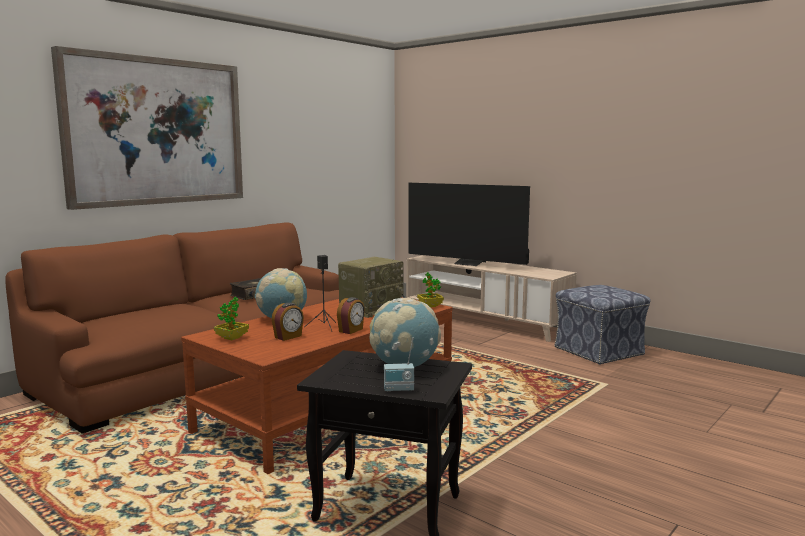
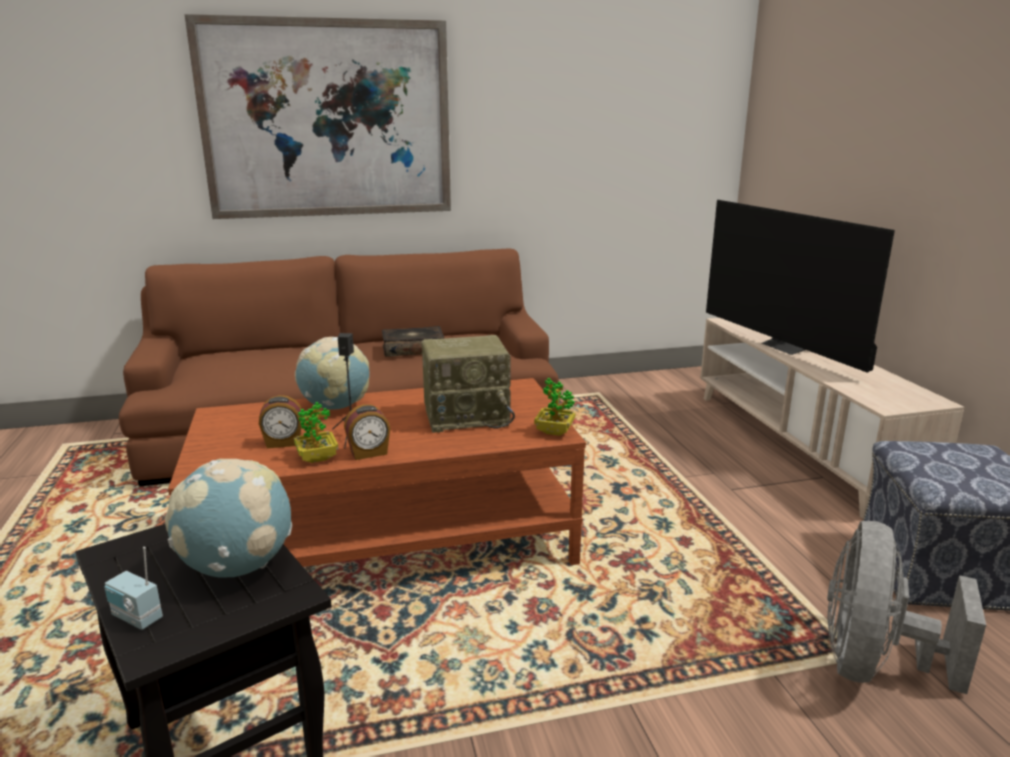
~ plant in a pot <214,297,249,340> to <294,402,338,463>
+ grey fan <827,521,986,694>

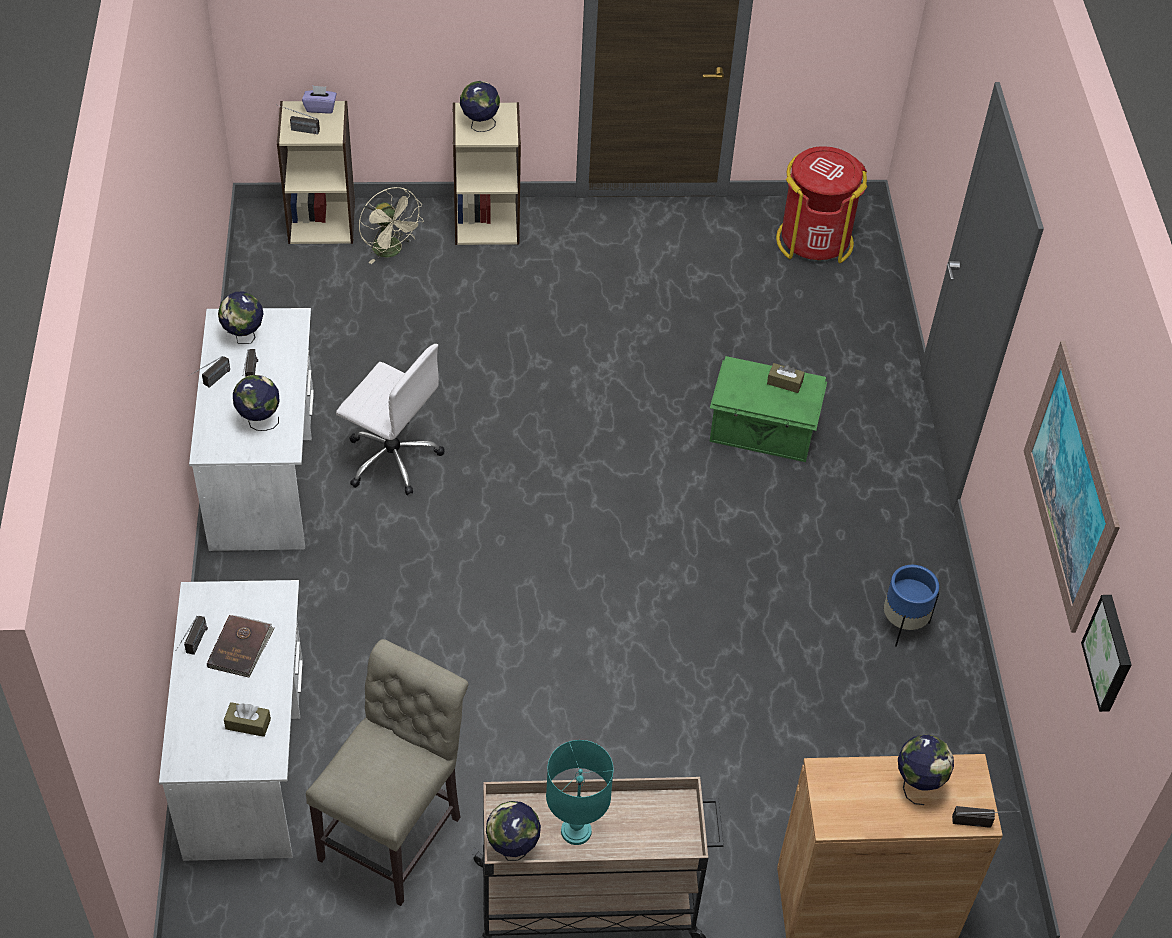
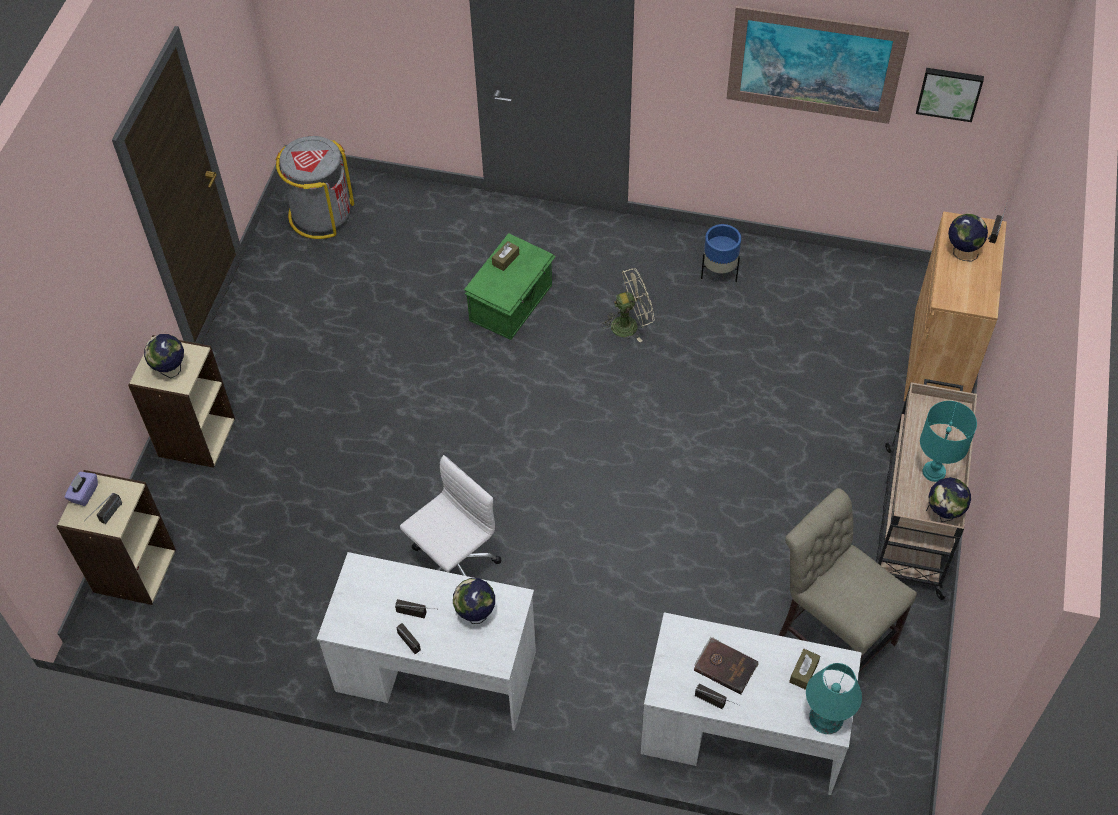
~ reddish rubbish bin <776,146,867,263> to grey rubbish bin <276,136,354,239>
~ beige-coloured fan <359,187,424,264> to <602,268,655,343>
- desk globe <218,292,263,344>
+ turquoise tabletop lamp <806,663,862,734>

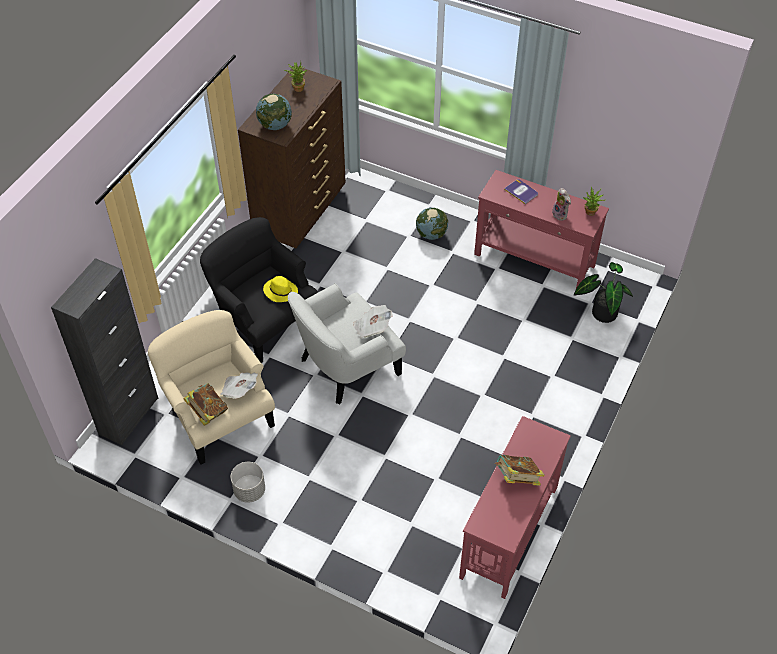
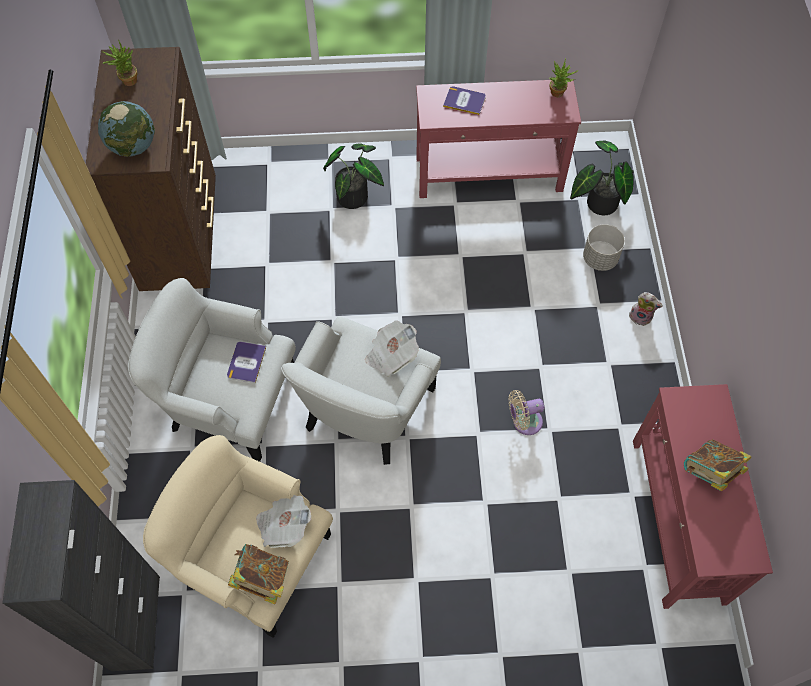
~ soft toy <552,188,571,221> to <629,292,663,326>
~ desk globe <416,208,448,240> to plant in a pot <323,143,384,209>
~ black easy chair <200,217,318,363> to white easy chair <128,278,296,462>
~ yellowish hat <263,276,298,302> to book <227,341,266,383>
~ grey plant pot <231,462,265,503> to <583,224,625,271>
+ beige-coloured fan <508,390,545,435>

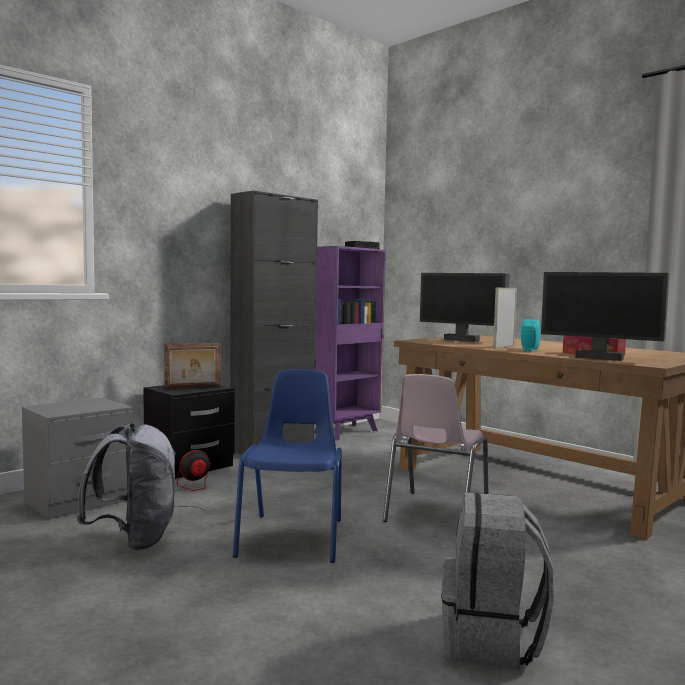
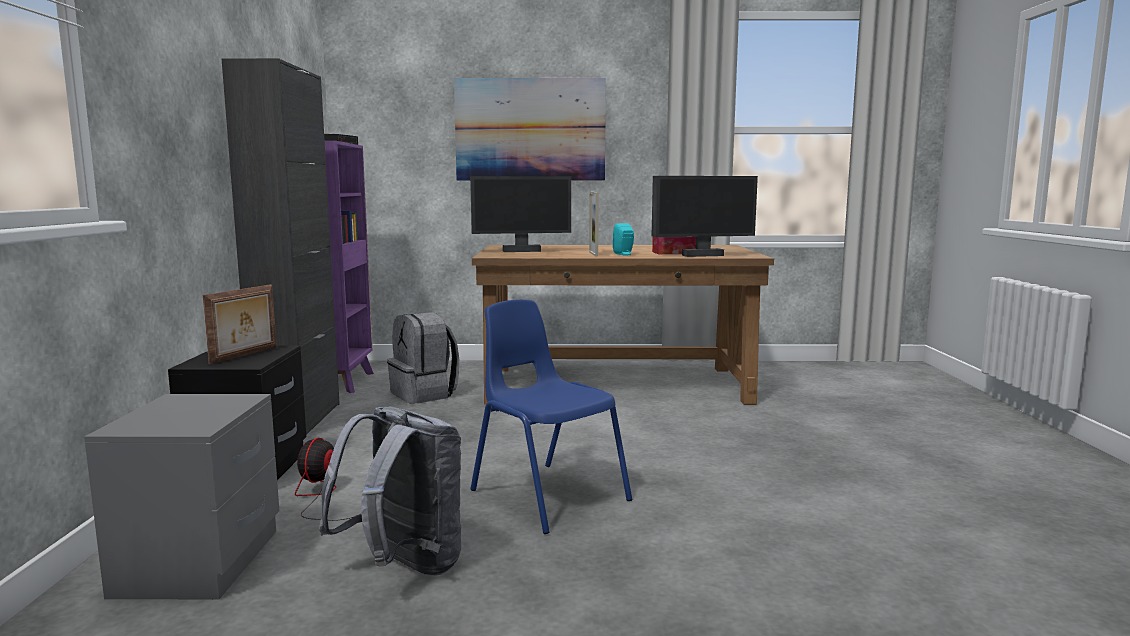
- pink-coloured upright chair <383,374,488,522>
~ grey rucksack <441,492,554,669> to <387,312,459,404>
+ wall picture <454,78,606,181>

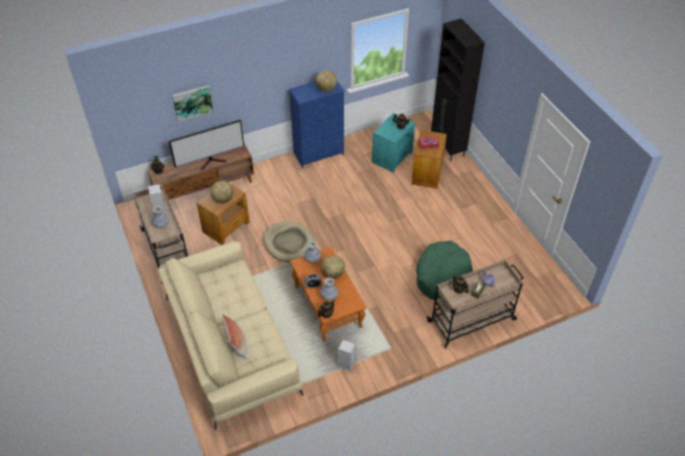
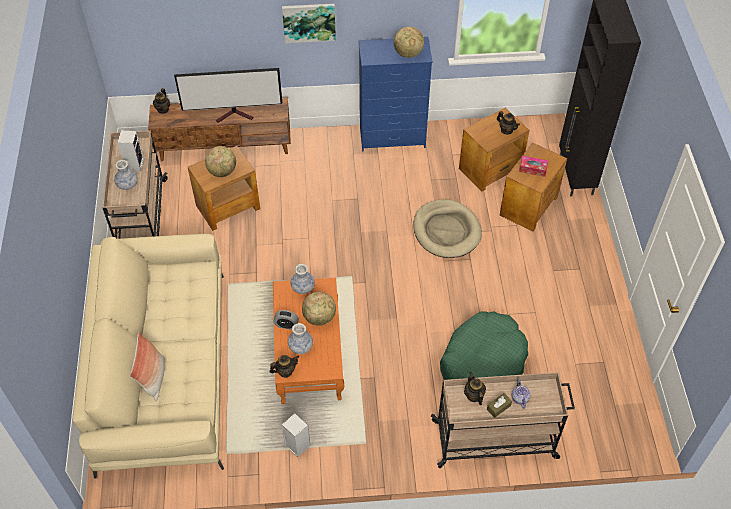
~ wall picture <172,85,213,122> to <282,4,336,43>
~ turquoise side table <372,113,415,173> to brown-coloured side table <459,108,529,192>
~ beige-coloured pet bed <263,221,315,262> to <413,200,482,258>

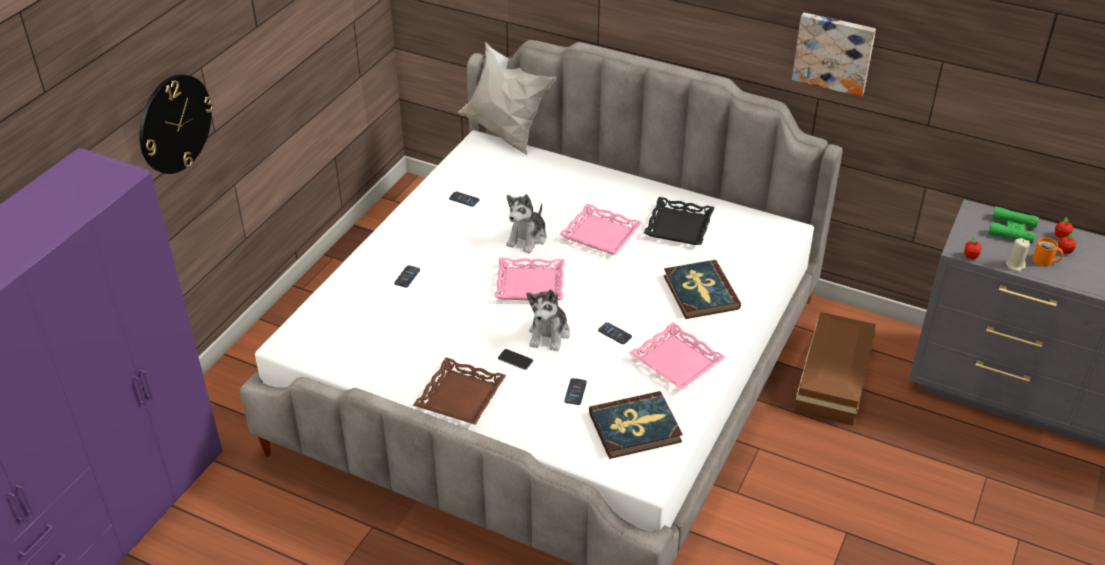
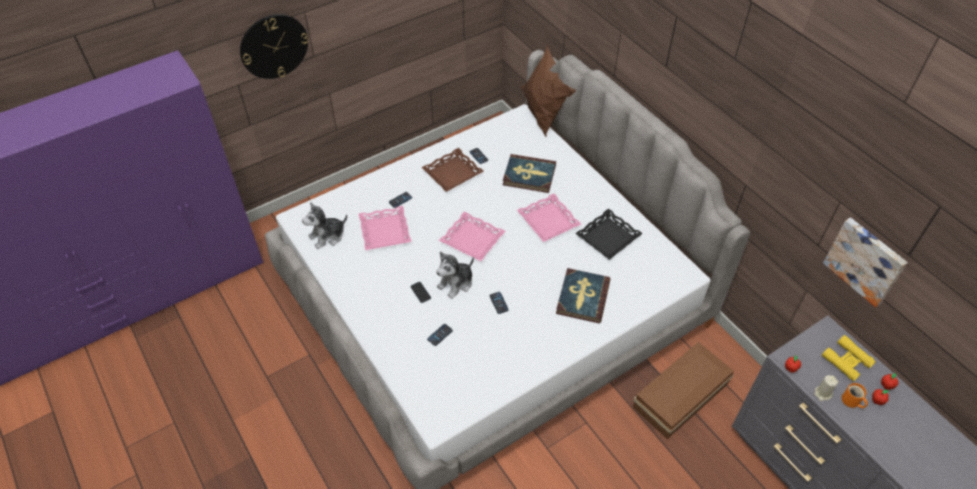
~ wall picture <792,12,876,97> to <823,217,908,307>
~ white cushion <458,41,557,155> to brown-coloured cushion <521,44,576,137>
~ soft toy <506,194,547,253> to <302,202,347,249>
~ green-coloured field glasses <988,207,1039,244> to yellowish field glasses <822,335,876,381>
~ pink-coloured tray <629,322,726,390> to <359,206,411,250>
~ brown-coloured tray <413,358,506,425> to <421,148,484,192>
~ book <589,391,683,459> to <503,154,556,193>

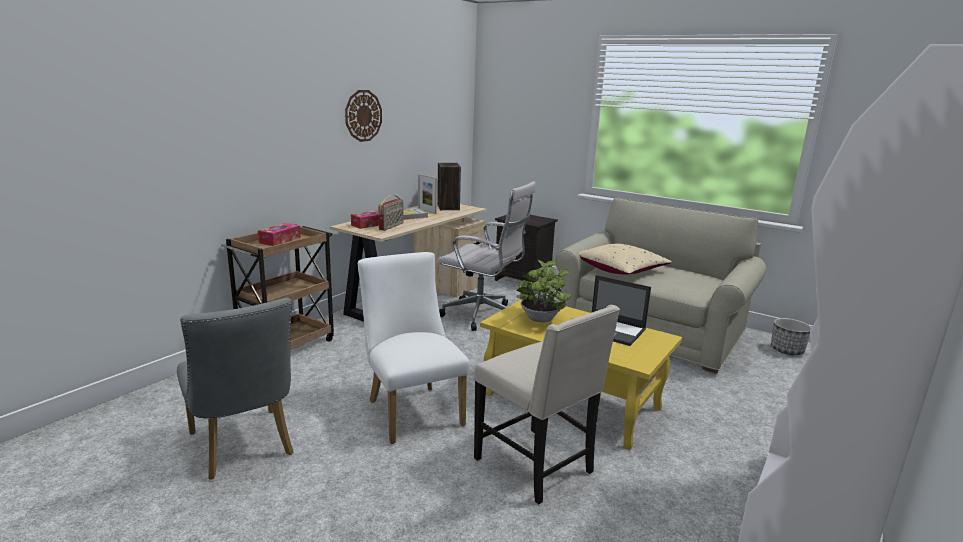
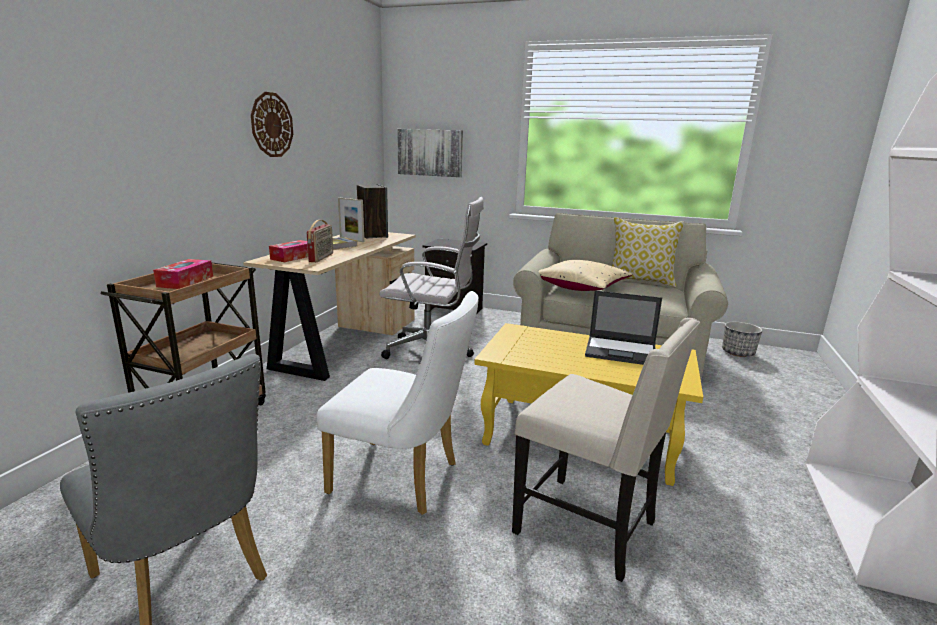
~ white upright chair <358,252,470,444> = <317,291,478,515> 150 degrees clockwise
- plant in a pot <516,259,571,322>
+ wall picture <397,129,463,177>
+ cushion <612,217,684,287>

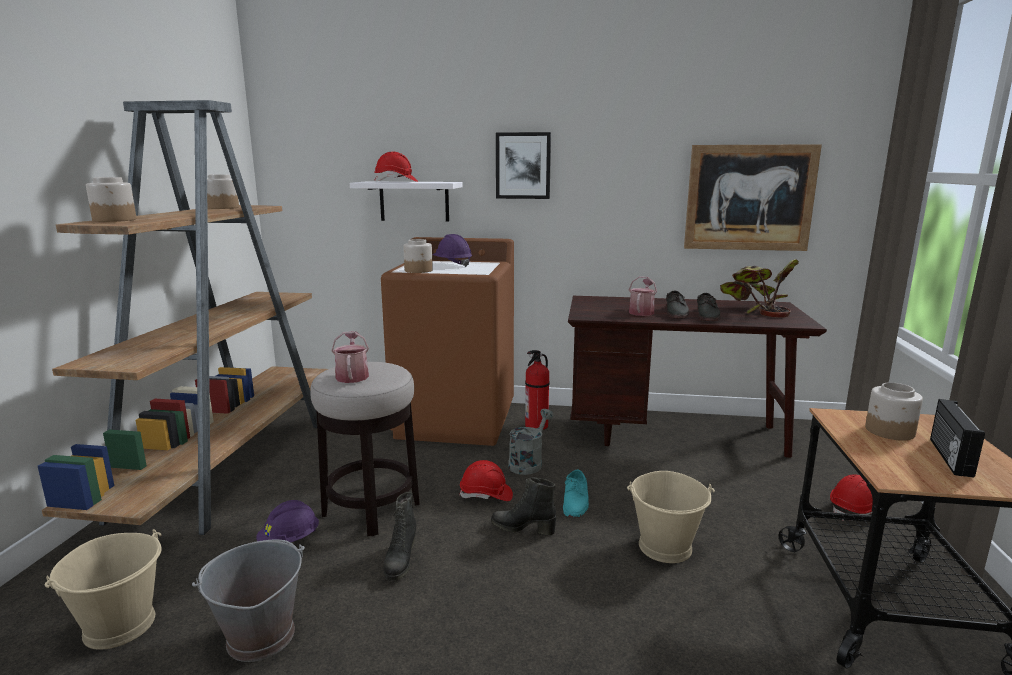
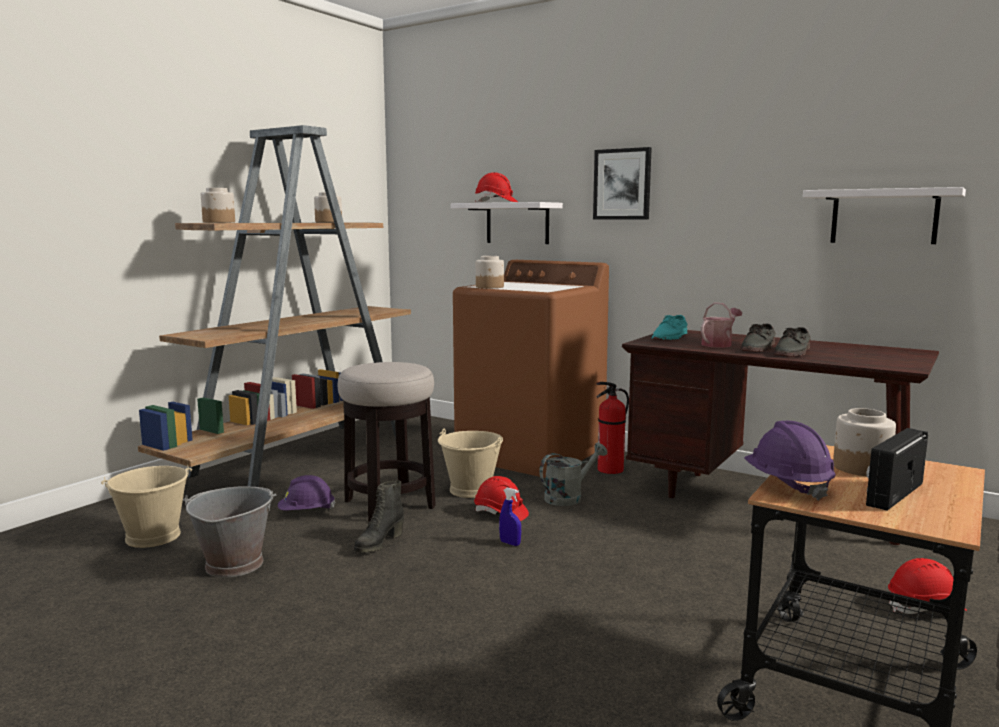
~ wall picture <684,144,822,251> to white bracket shelf <803,187,966,244>
~ purplish hard hat <433,234,472,267> to <744,421,836,501>
- plant in a pot <720,259,799,318>
- watering pot <332,331,369,383>
~ turquoise shoe <563,470,589,517> to <652,315,687,340>
~ beige-coloured bucket <627,471,715,563> to <438,429,503,498>
~ black high-top boot <491,477,556,536> to blue sprayer <499,487,521,546>

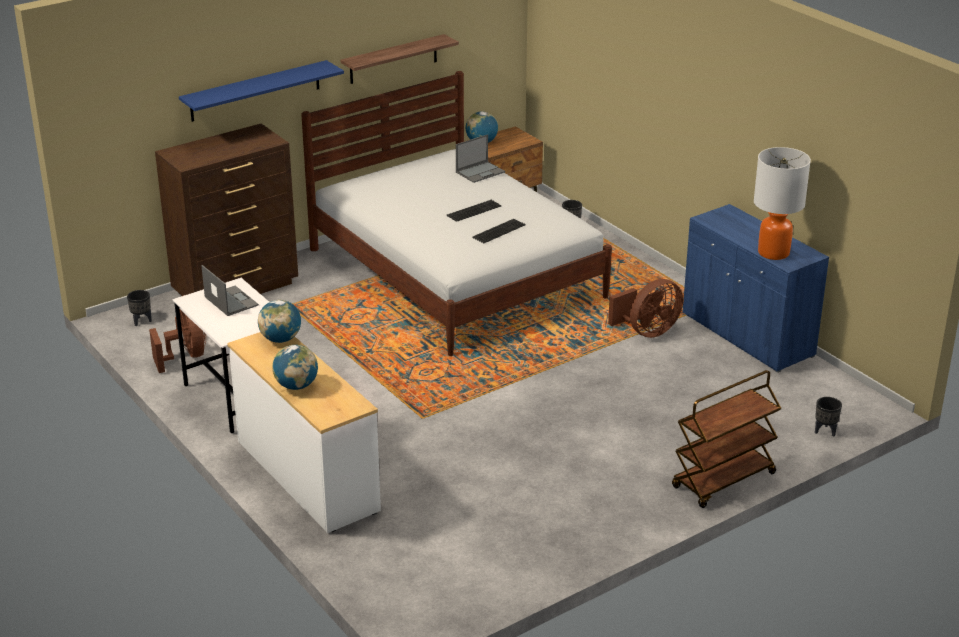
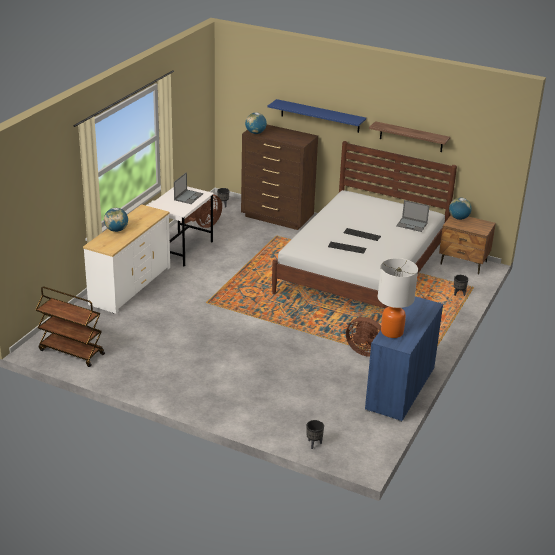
~ desk globe <258,300,301,343> to <245,112,267,134>
~ brown-coloured cart <672,370,781,508> to <35,286,105,367>

